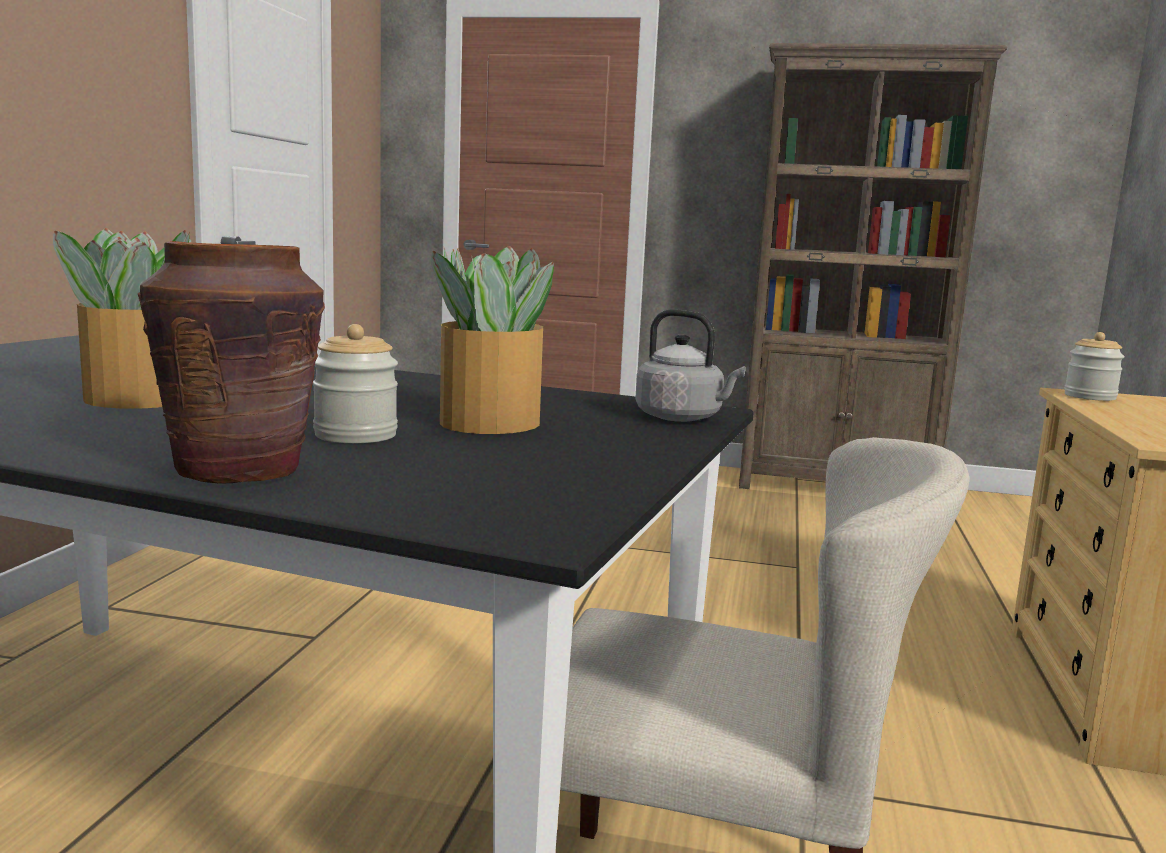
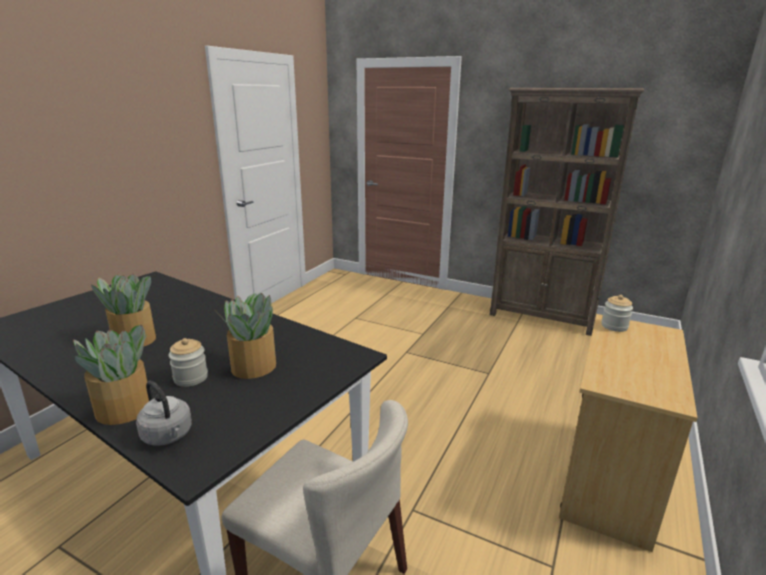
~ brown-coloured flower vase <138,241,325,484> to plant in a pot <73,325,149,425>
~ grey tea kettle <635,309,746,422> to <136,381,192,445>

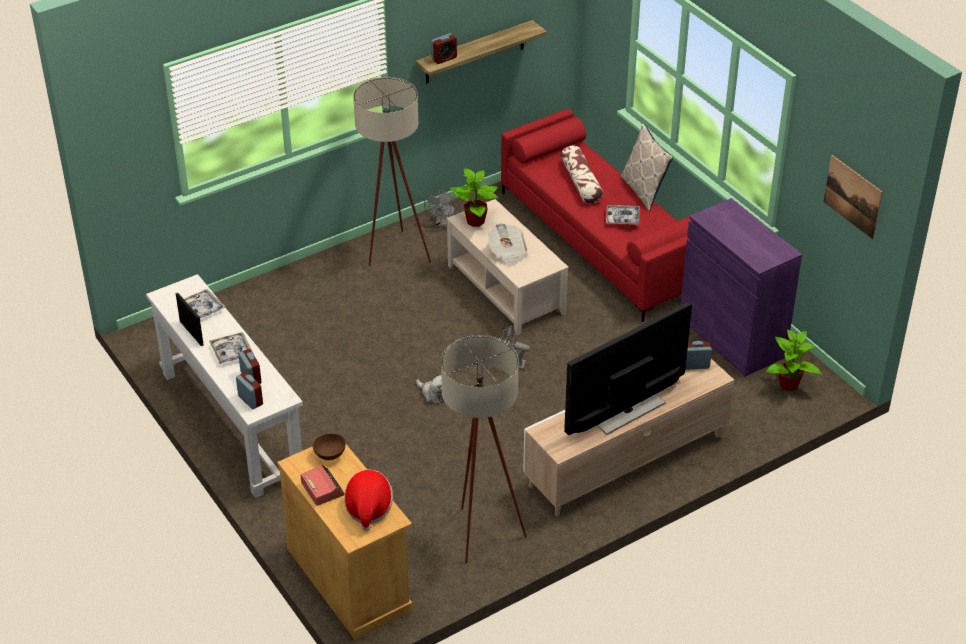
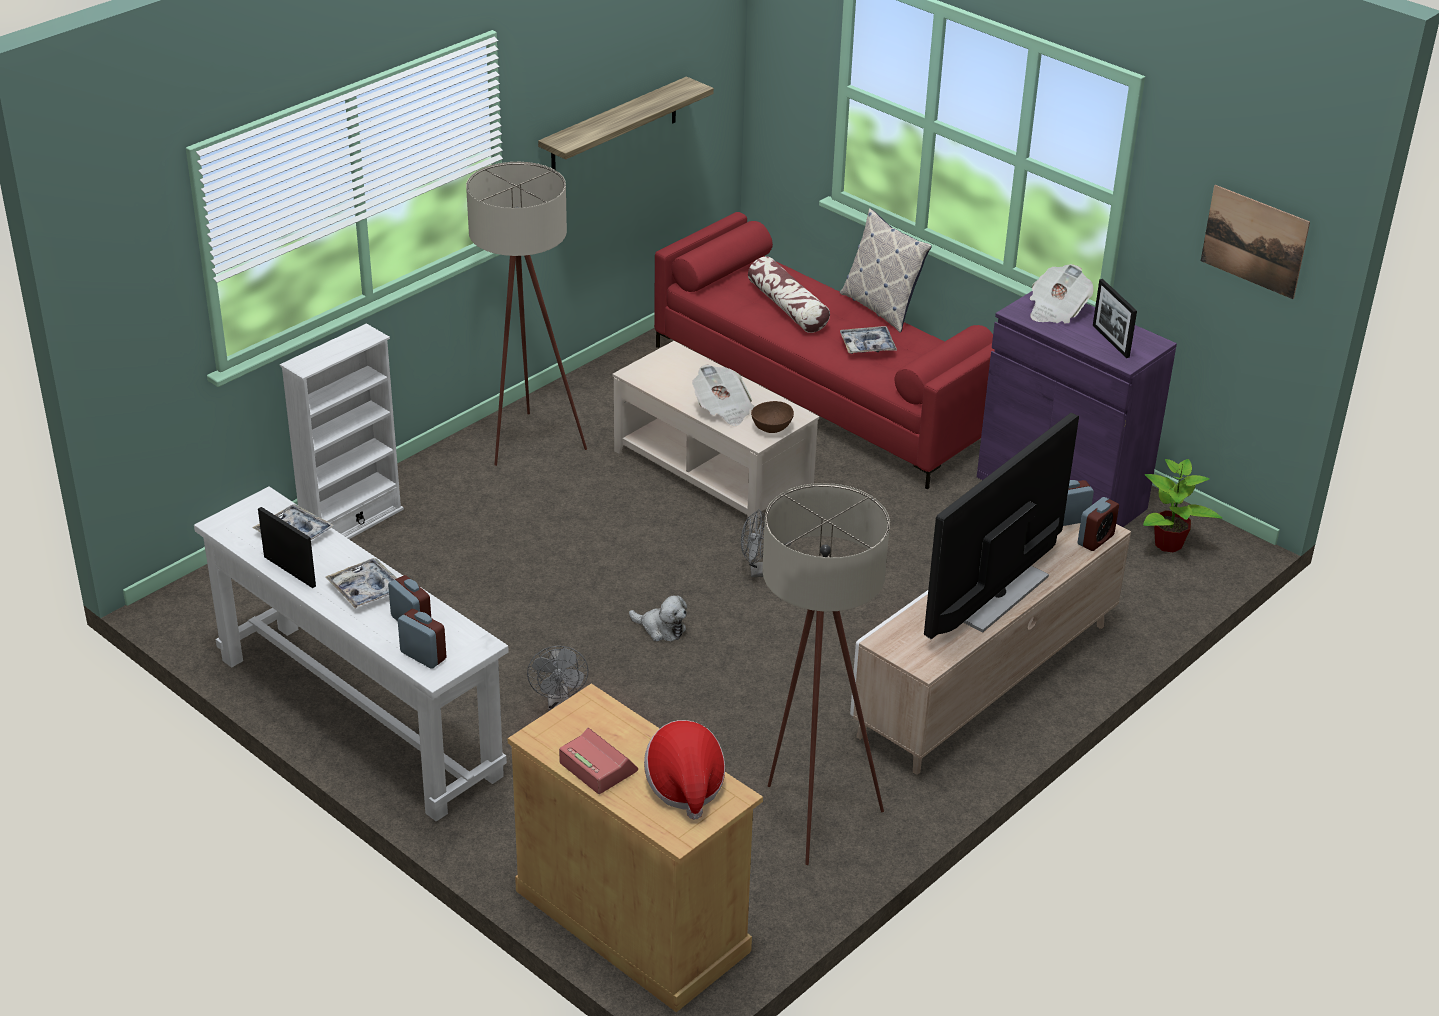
~ alarm clock <431,33,457,64> to <1077,497,1119,551>
- plant in a pot <449,168,498,227>
~ grey fan <424,190,457,227> to <527,646,589,711>
~ brown-coloured bowl <313,434,346,460> to <751,401,794,433>
+ printed paper <1030,264,1094,324>
+ photo frame <1093,279,1137,358>
+ white bookshelf <280,323,404,539>

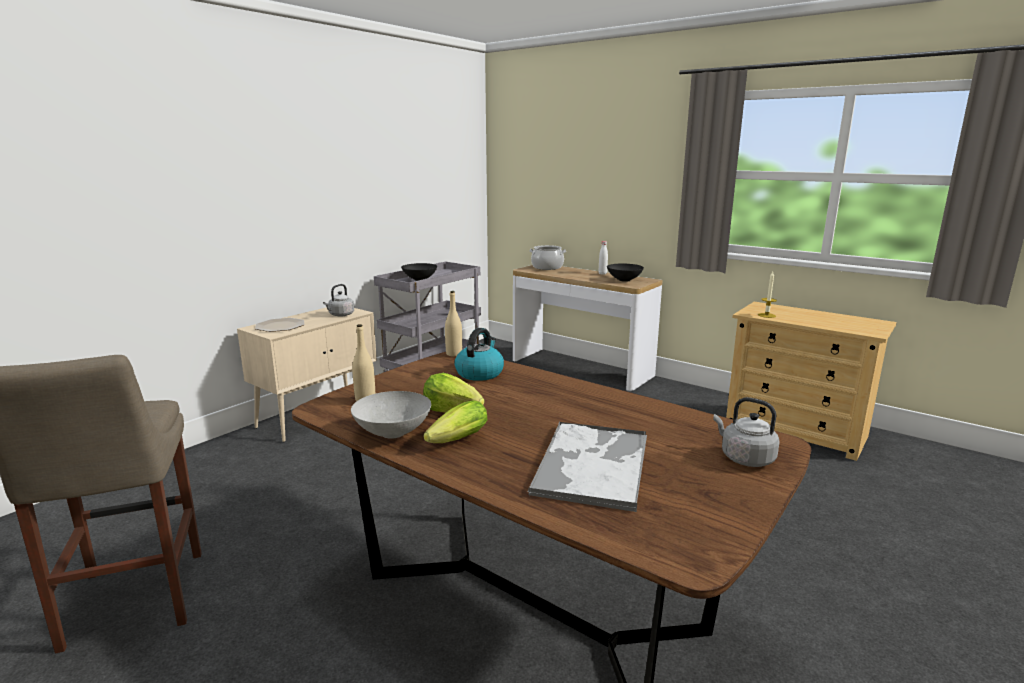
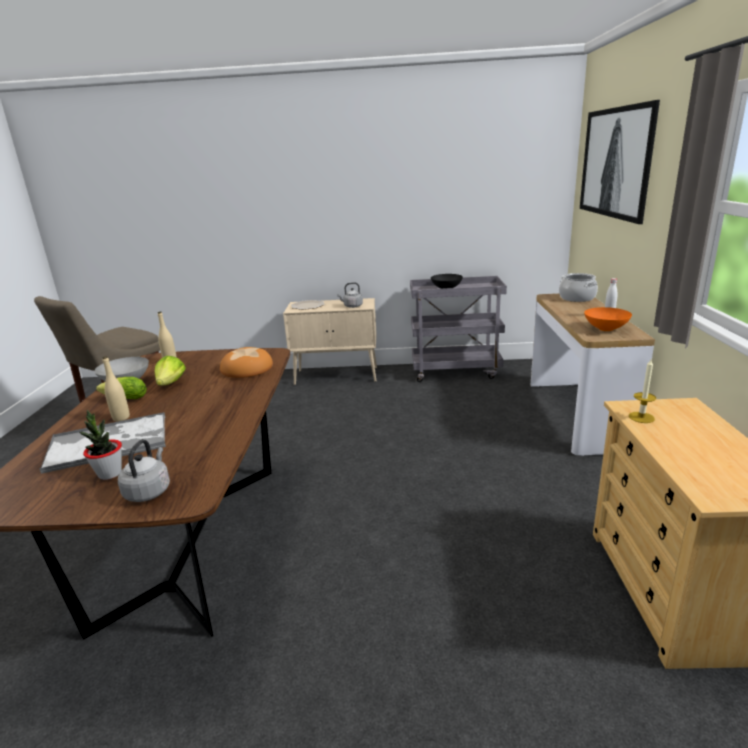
~ black bowl <607,264,644,282> to orange-coloured bowl <584,307,632,331>
~ beige-coloured beverage bottle <445,291,462,356> to <102,356,130,421>
~ tea kettle <454,328,504,381> to bakery bread <220,347,273,378>
+ wall picture <580,100,660,224>
+ plant in a pot <79,410,122,480>

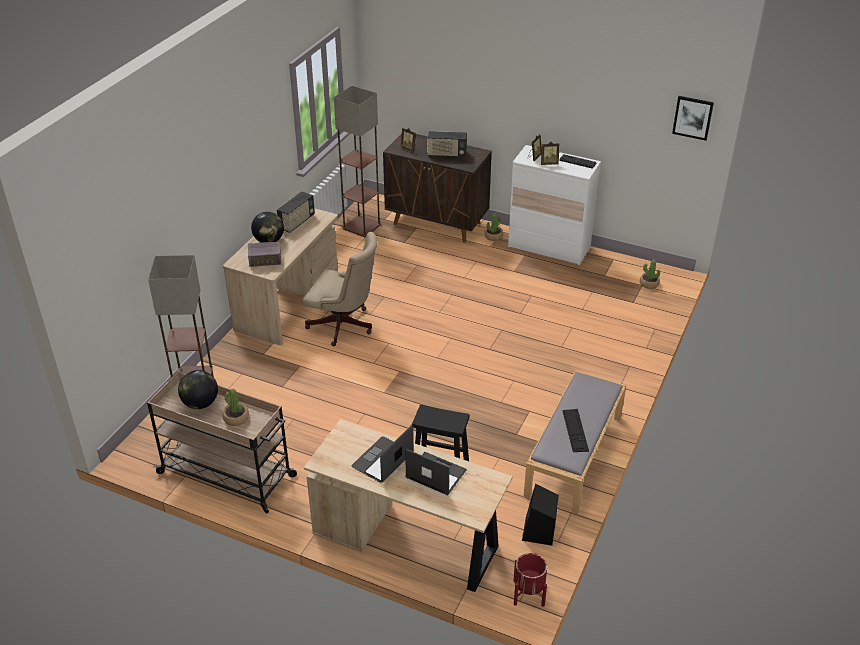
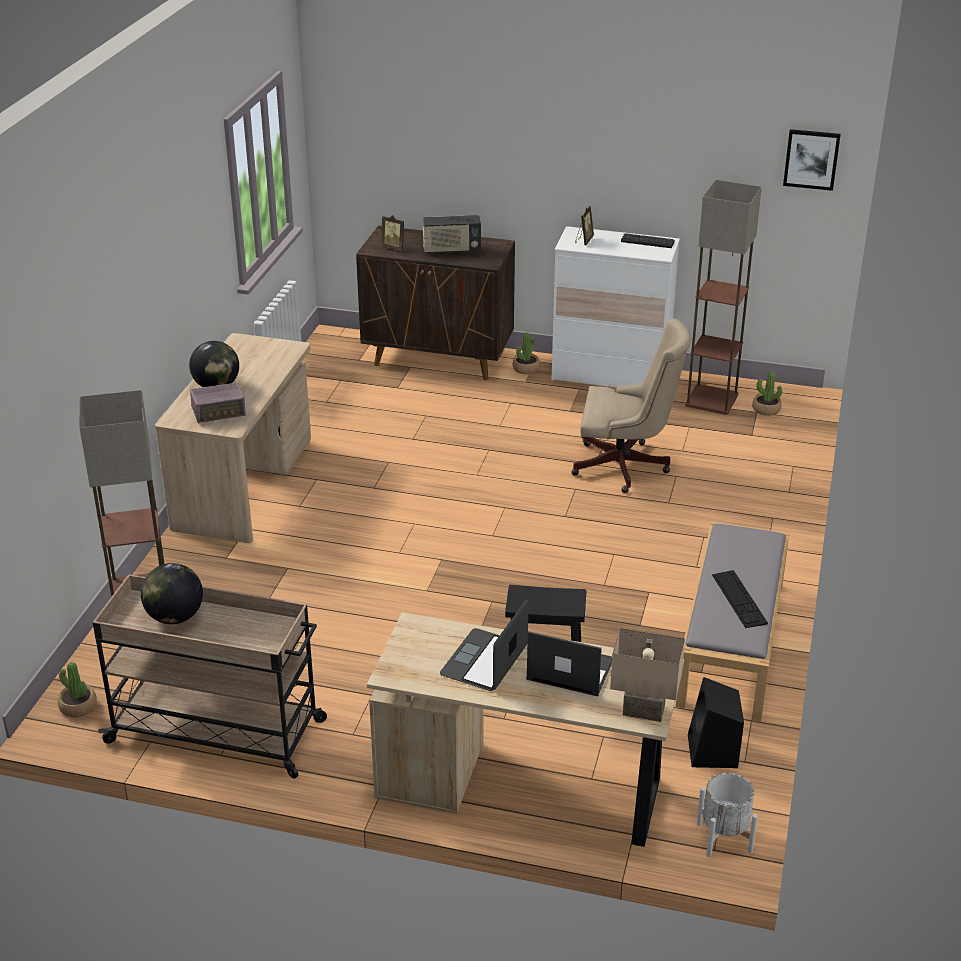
~ standard lamp <334,86,381,237> to <685,180,762,415>
- photo frame <541,142,560,165>
- radio receiver <277,191,315,233>
~ beige-coloured computer chair <303,232,377,346> to <571,318,692,493>
~ plant in a pot <222,389,249,426> to <58,662,97,717>
~ reddish plant pot <513,553,547,607> to white plant pot <696,773,758,857>
+ beige-coloured tabletop lamp <610,628,685,722>

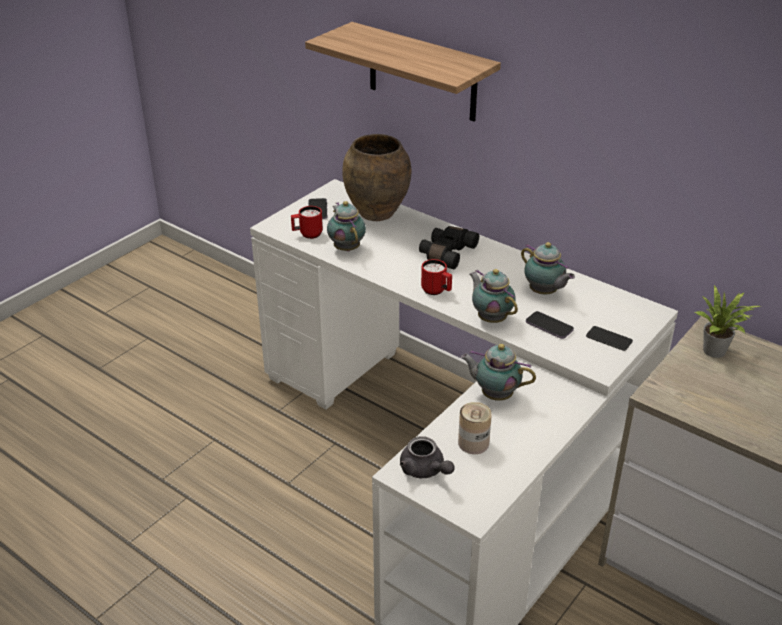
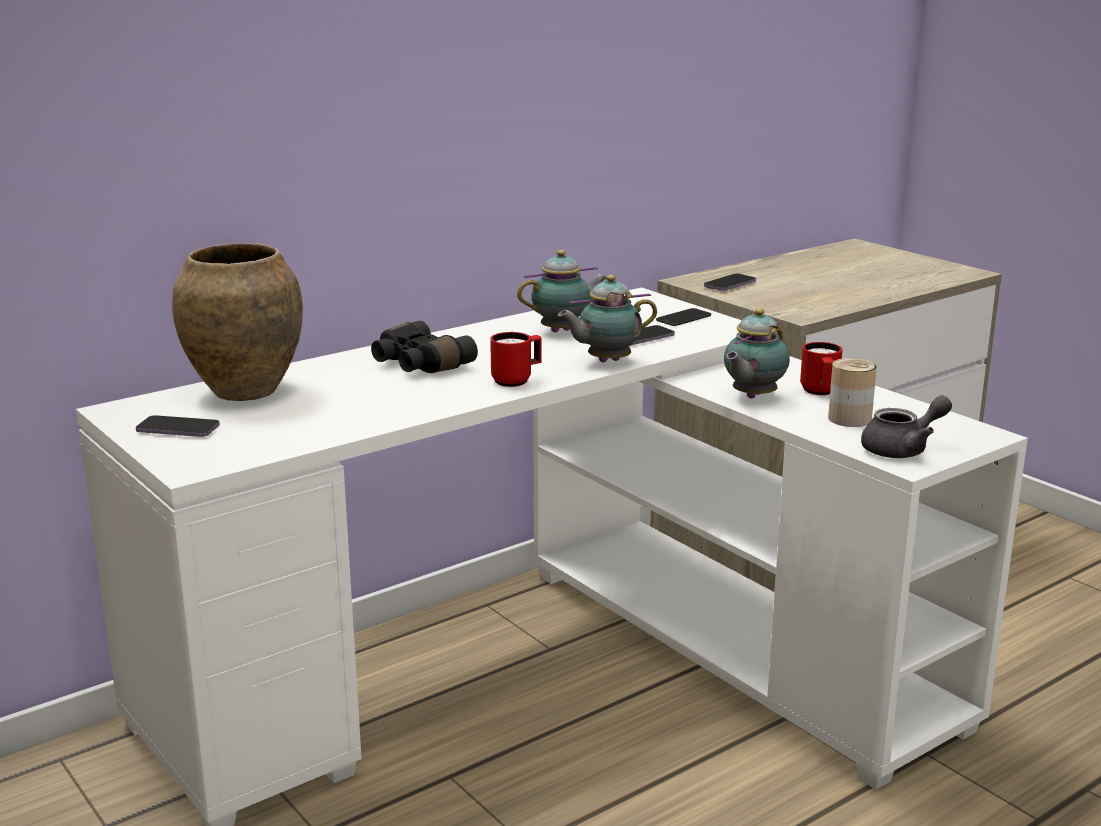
- bracket shelf <305,22,501,121>
- teapot <327,201,366,252>
~ reddish mug <291,206,323,239> to <800,342,843,395>
~ plant in a pot <694,285,760,358> to phone <704,274,756,291>

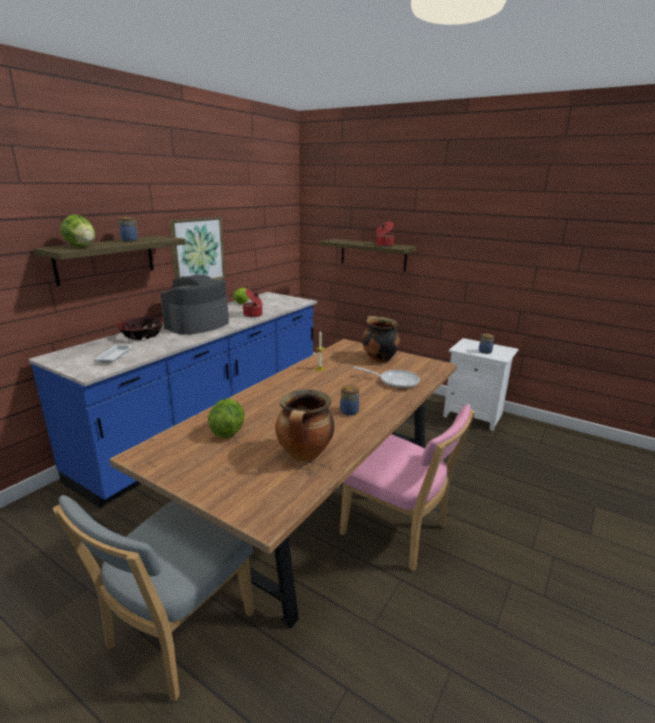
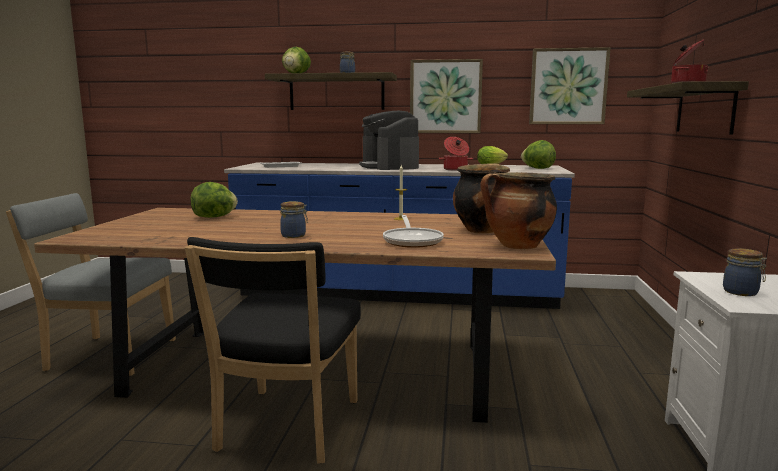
~ coffee maker <161,275,229,335> = <359,111,419,170> 120 degrees counterclockwise
- bowl <117,317,163,340>
~ saucepot <275,389,334,462> to <480,172,557,249>
~ pink-coloured upright chair <340,404,475,571> to black upright chair <185,237,361,464>
+ wall picture <529,47,610,124>
+ head of lettuce <521,140,556,169>

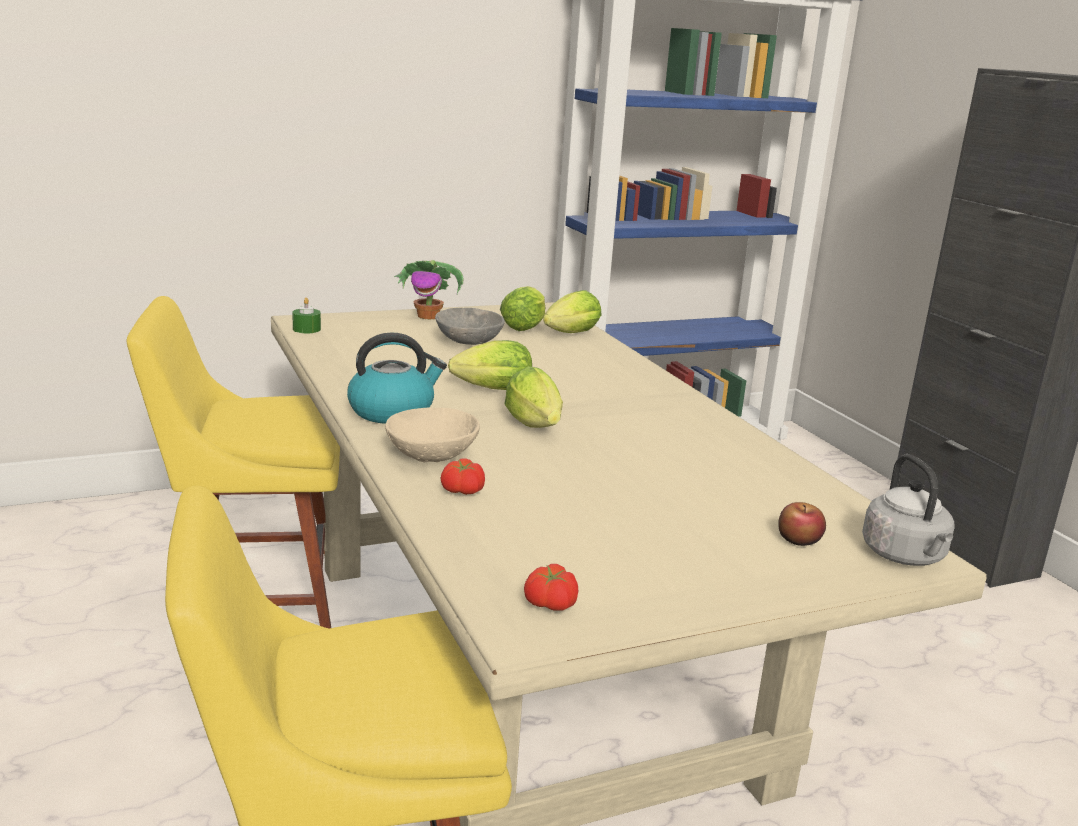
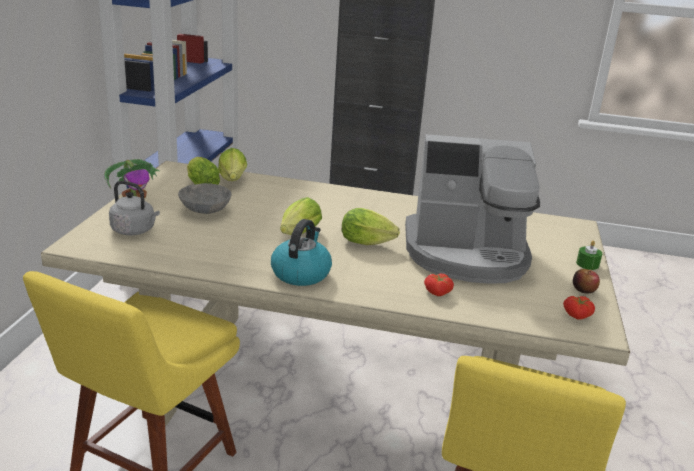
~ green-coloured wax candle <292,297,321,333> to <576,241,602,270>
- beige-coloured bowl <385,407,480,462>
~ grey tea kettle <862,454,955,566> to <109,181,160,235>
~ apple <778,502,826,546> to <573,269,600,294>
+ coffee maker <405,134,540,284>

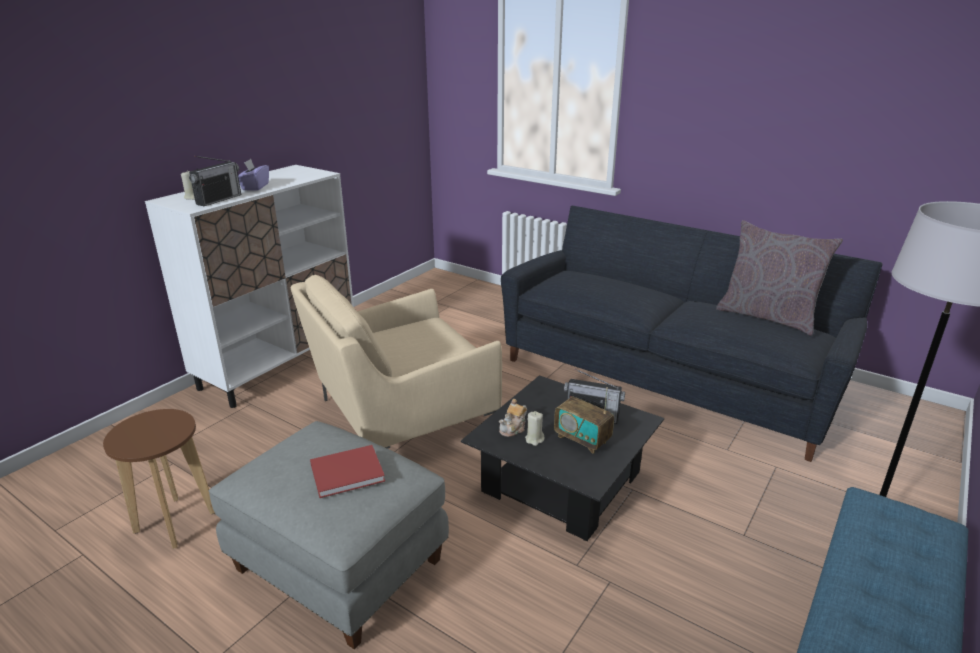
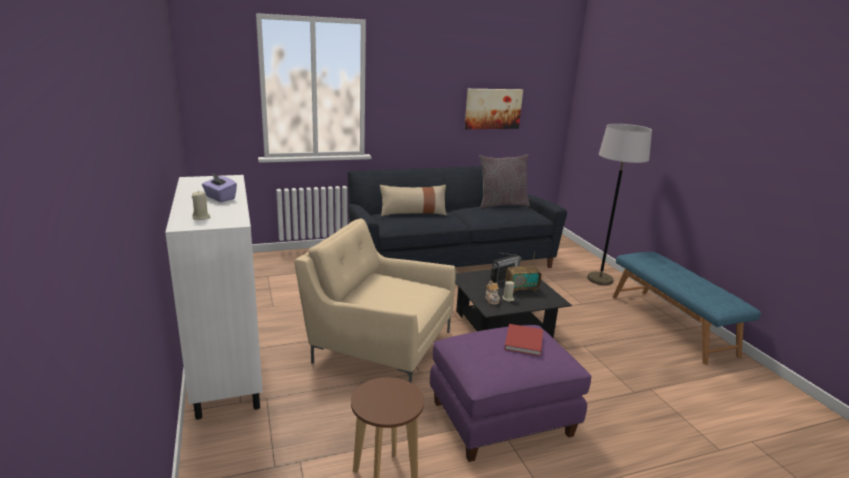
- radio receiver <189,156,241,206>
~ beige-coloured easy chair <291,275,502,449> = <294,219,456,383> 105 degrees clockwise
~ grey pouffe <209,421,449,649> to purplish pouffe <430,325,592,462>
+ wall picture <464,89,523,129>
+ beige-coloured cushion <380,185,447,216>

